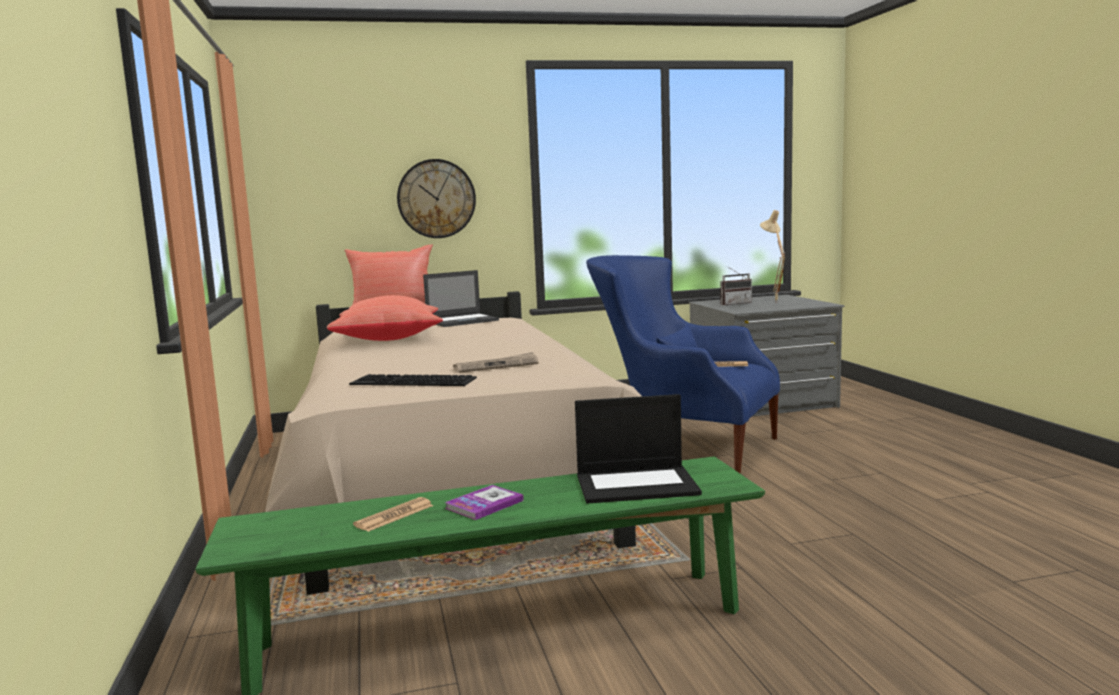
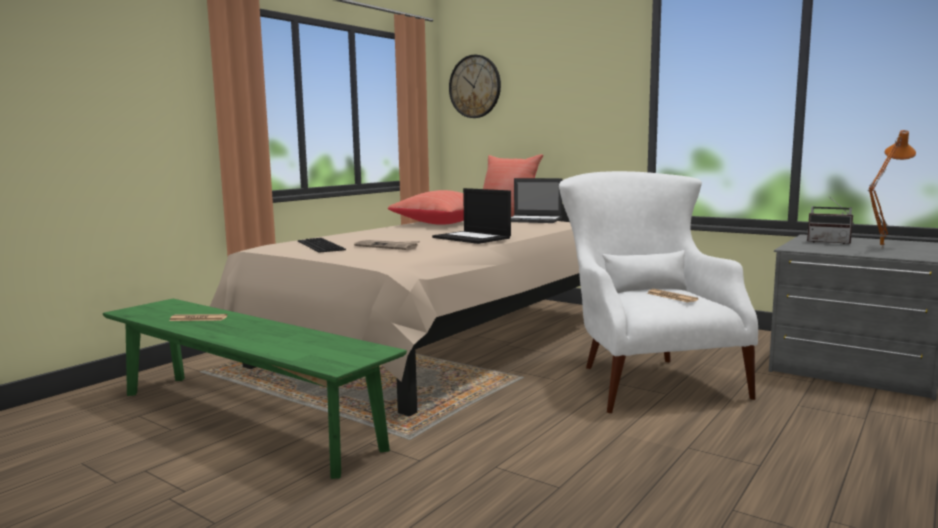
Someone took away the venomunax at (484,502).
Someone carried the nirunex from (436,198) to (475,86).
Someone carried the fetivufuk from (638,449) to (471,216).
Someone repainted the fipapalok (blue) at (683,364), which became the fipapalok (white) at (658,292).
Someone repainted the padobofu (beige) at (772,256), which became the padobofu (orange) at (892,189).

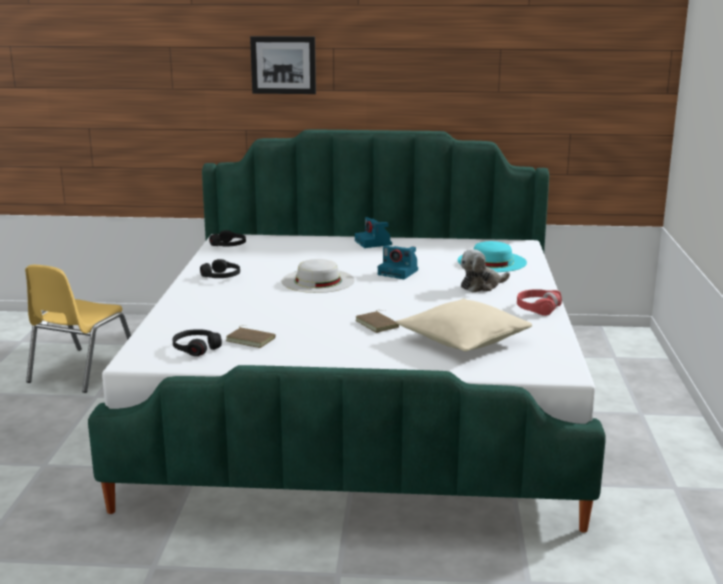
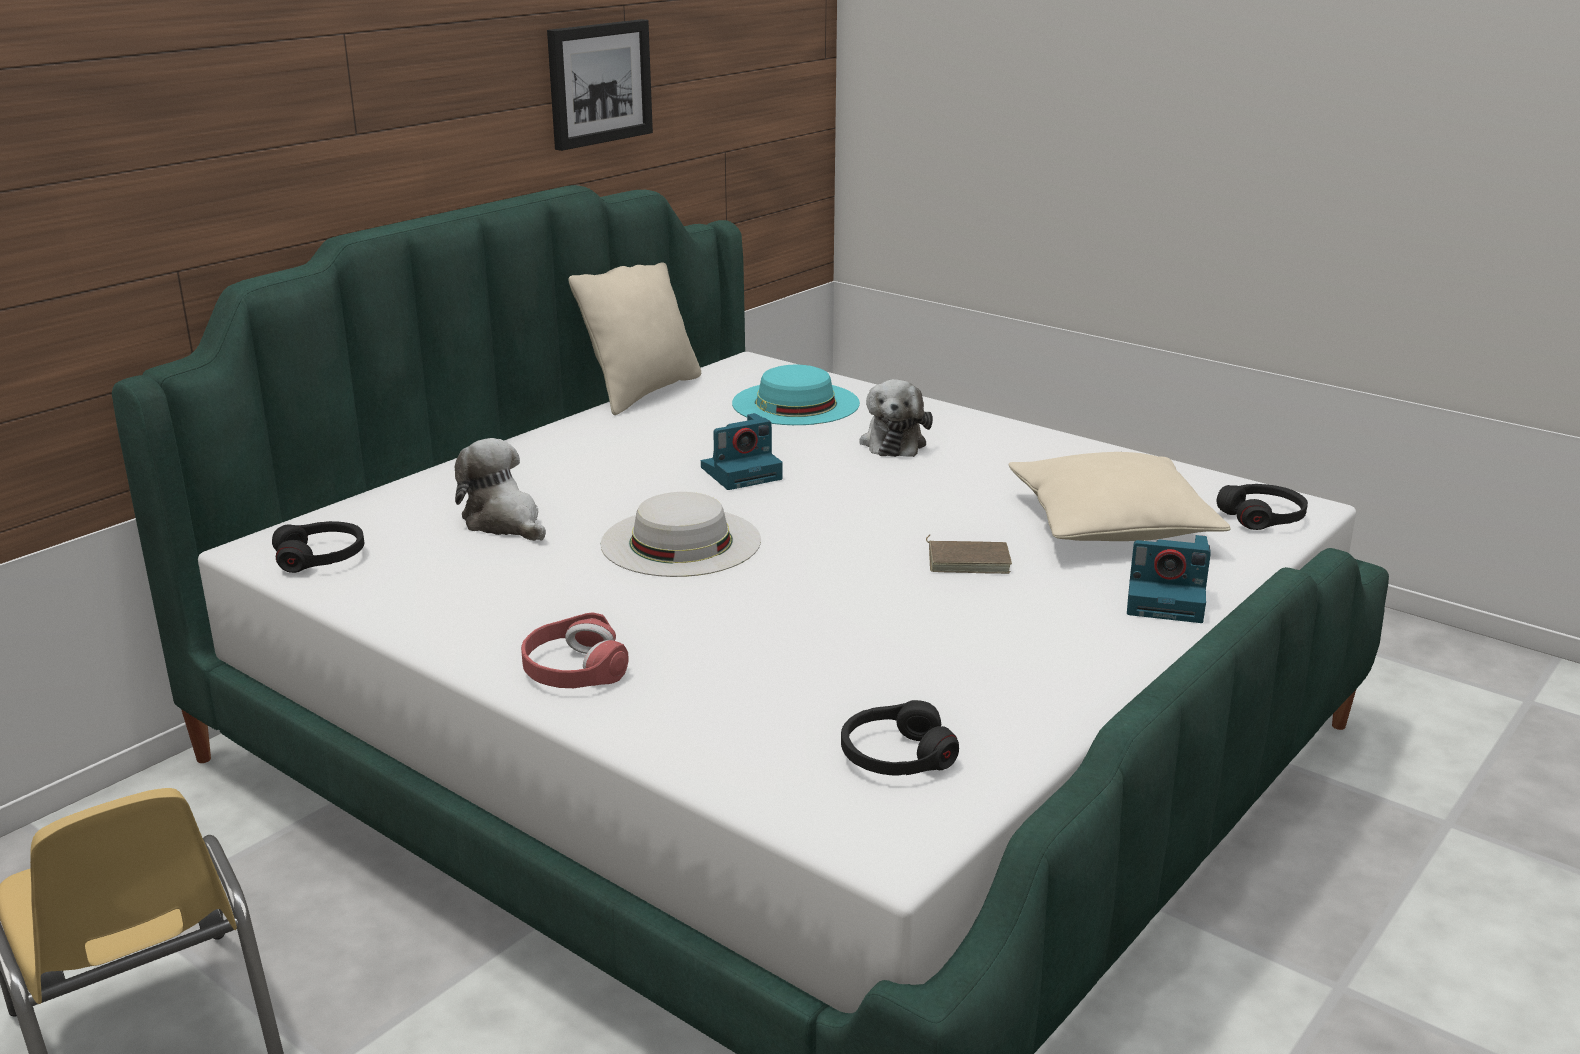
Someone took away the venomunax (brown) at (251,336).
Someone put down the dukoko at (500,489).
Someone put down the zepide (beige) at (634,338).
Someone carried the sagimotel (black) from (220,268) to (1262,507).
Someone carried the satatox from (283,65) to (600,85).
Someone carried the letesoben from (373,232) to (1169,579).
Someone carried the sagimotel (red) from (539,302) to (575,650).

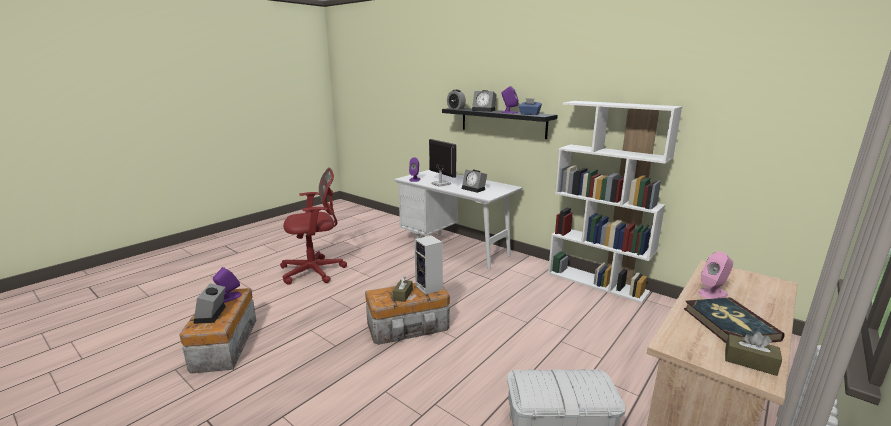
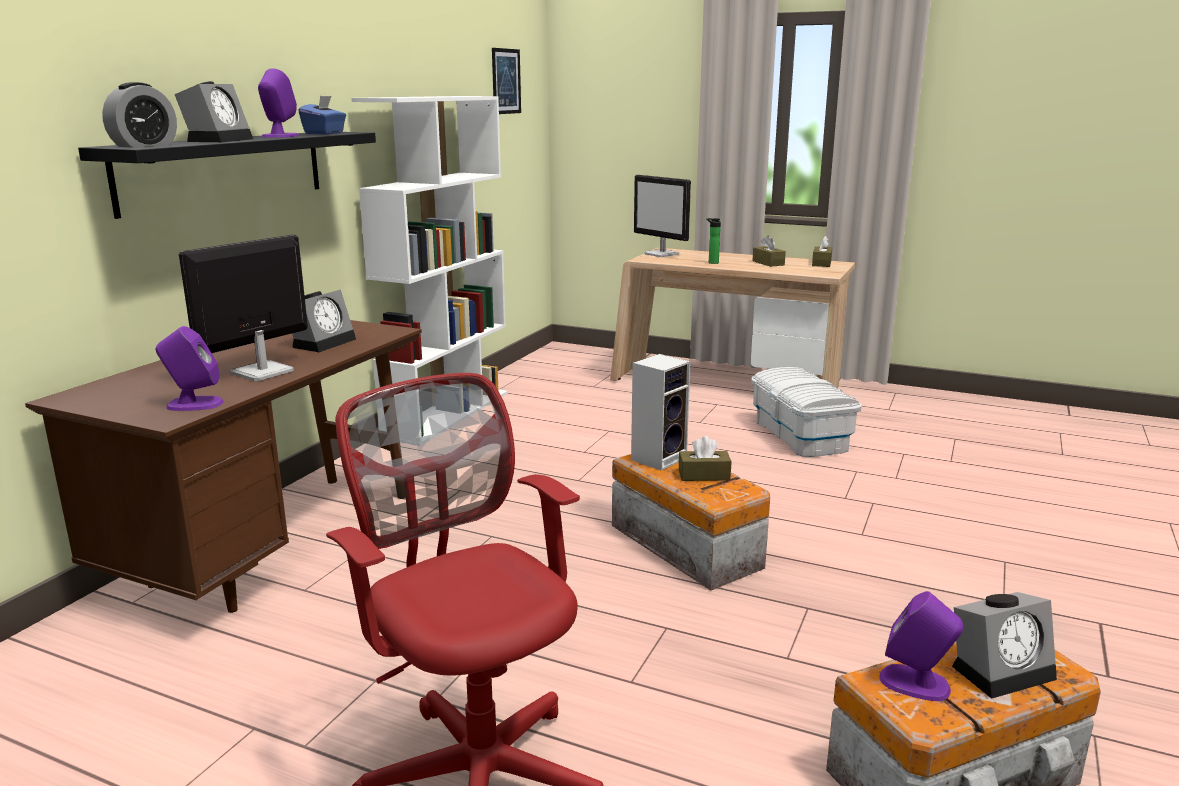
Someone put up the satatox at (506,81).
Someone put down the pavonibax at (662,216).
Someone swapped the venomunax at (734,320) for the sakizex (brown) at (769,251).
Someone swapped the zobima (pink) at (715,275) for the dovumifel at (714,241).
Someone repainted the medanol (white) at (458,219), which became the medanol (brown) at (223,466).

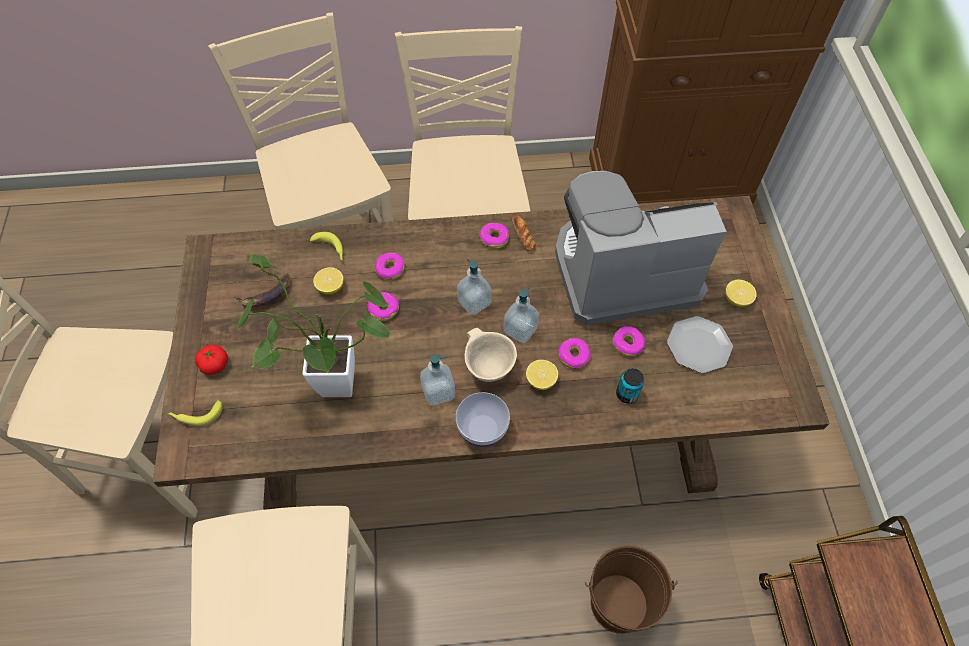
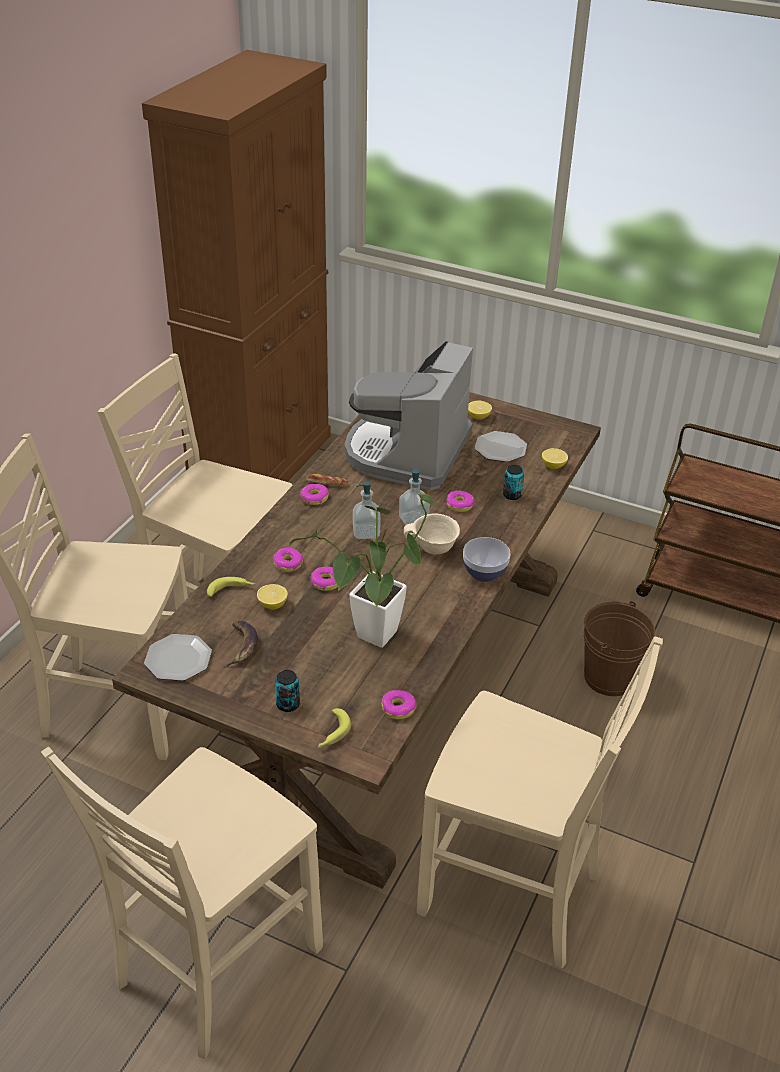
Someone took away the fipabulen at (437,380).
Someone put down the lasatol at (178,657).
Someone carried the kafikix from (542,375) to (555,458).
Someone carried the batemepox from (629,341) to (398,704).
Someone swapped the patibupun at (211,360) for the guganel at (287,691).

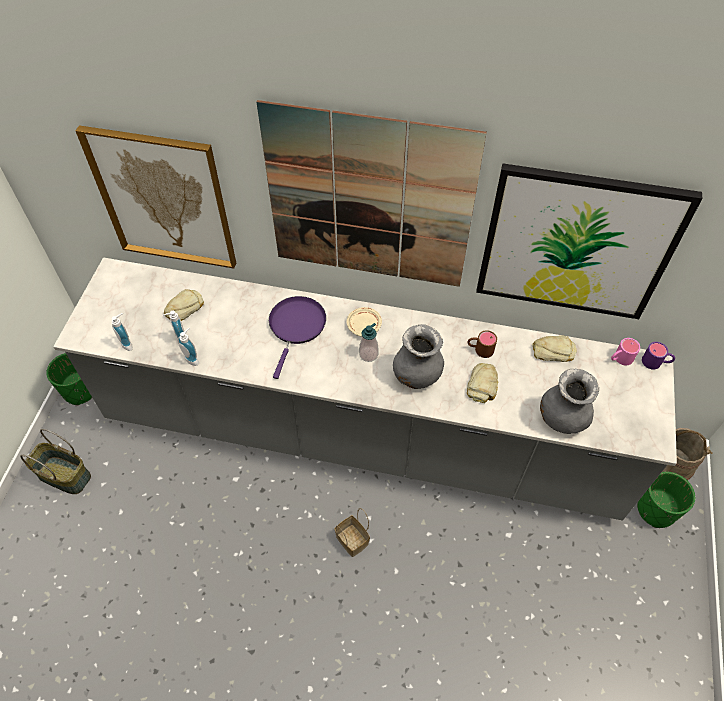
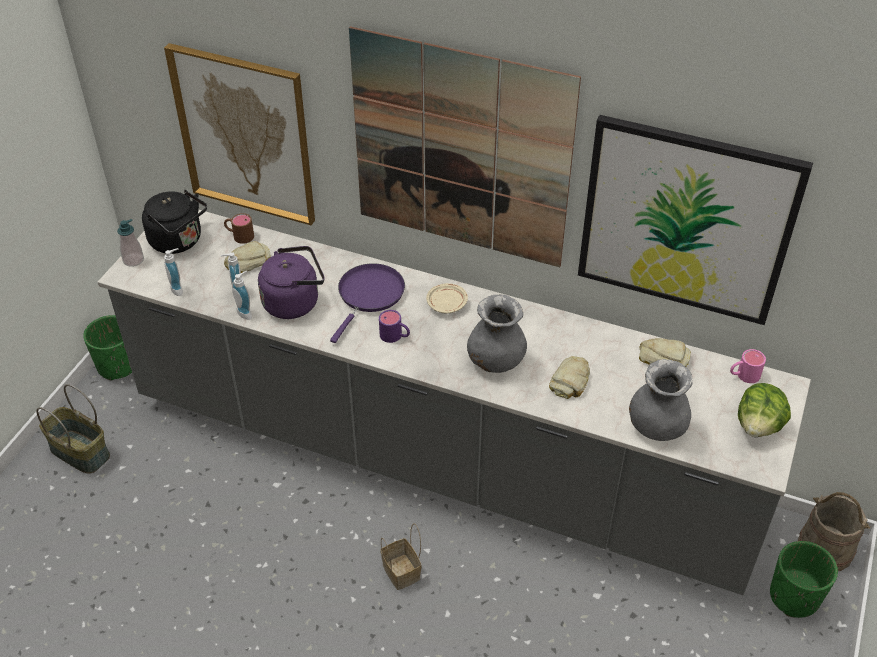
Someone put down the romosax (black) at (174,222).
Someone put down the romosax (purple) at (291,282).
Someone put down the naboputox at (764,410).
Someone carried the fipabulen from (369,342) to (130,243).
Someone carried the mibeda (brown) from (482,344) to (239,228).
Someone carried the mibeda (purple) from (658,355) to (394,326).

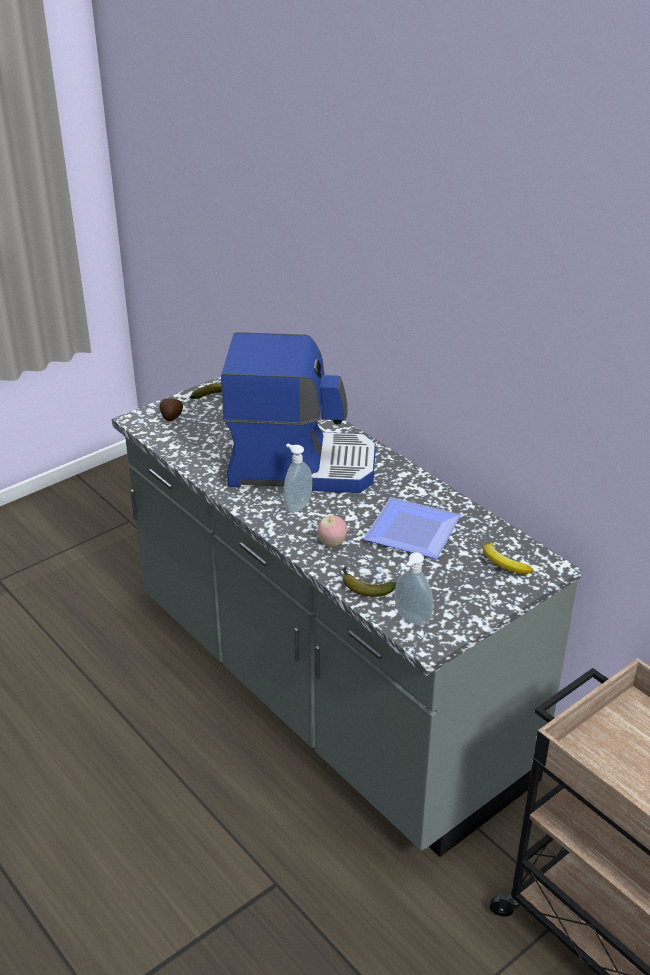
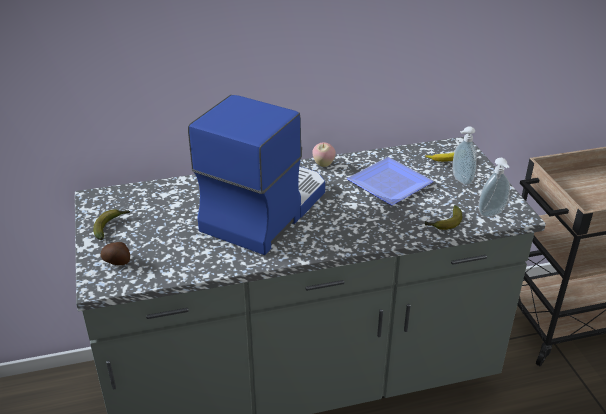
Someone carried the fipabulen from (298,478) to (465,155).
Someone carried the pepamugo from (332,531) to (324,154).

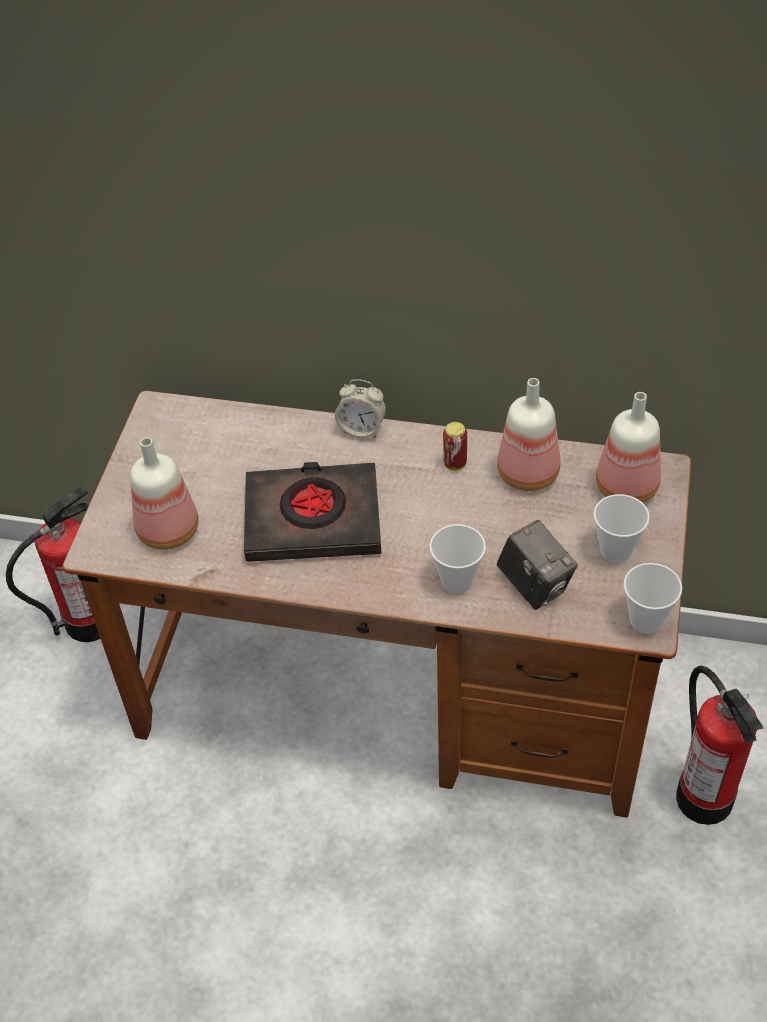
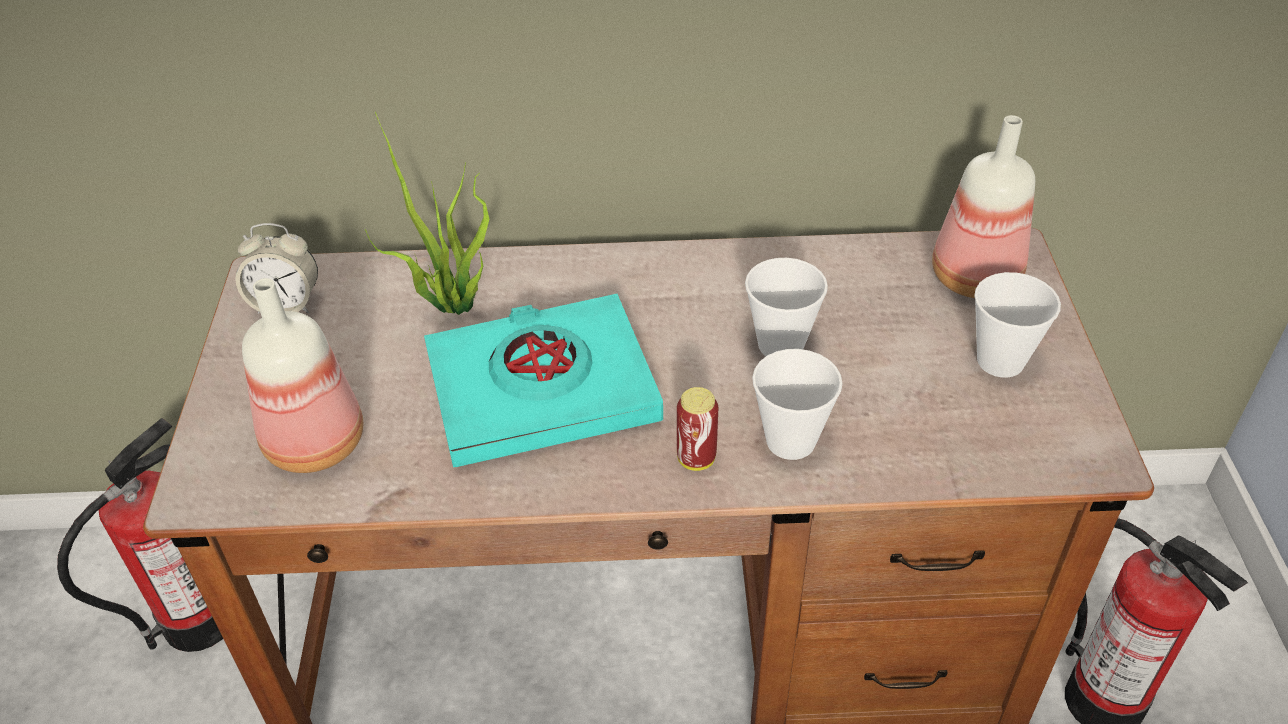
Someone took away the dovumifel at (528,434).
Someone took away the letesoben at (537,565).
Someone put down the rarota at (427,213).
Someone carried the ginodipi from (360,409) to (276,268).
Someone carried the guganel from (455,446) to (697,429).
Someone carried the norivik from (653,598) to (786,307).
Someone repainted the venomunax (black) at (312,512), which became the venomunax (turquoise) at (543,380).

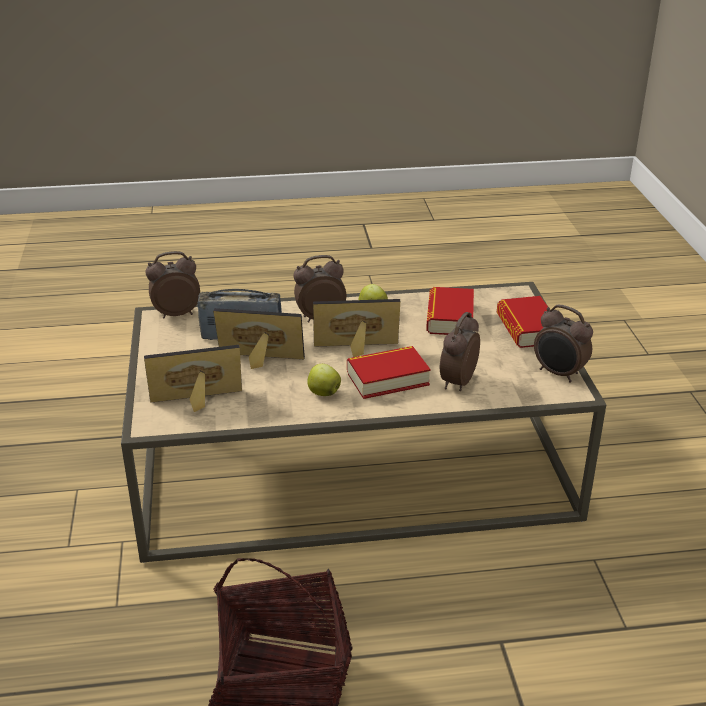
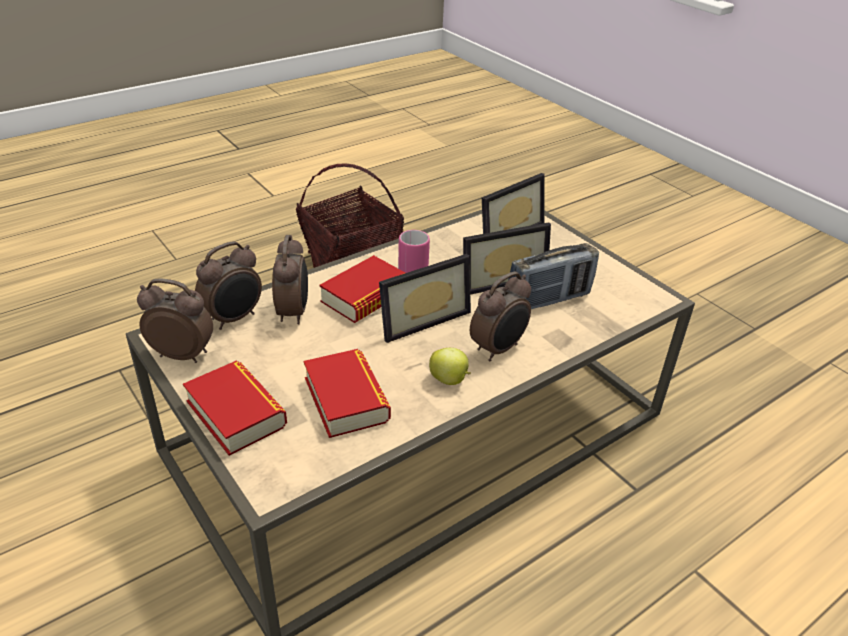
Someone carried the ginodipi from (172,285) to (228,285).
Someone swapped the pepamugo at (324,380) for the mibeda (pink) at (414,251).

